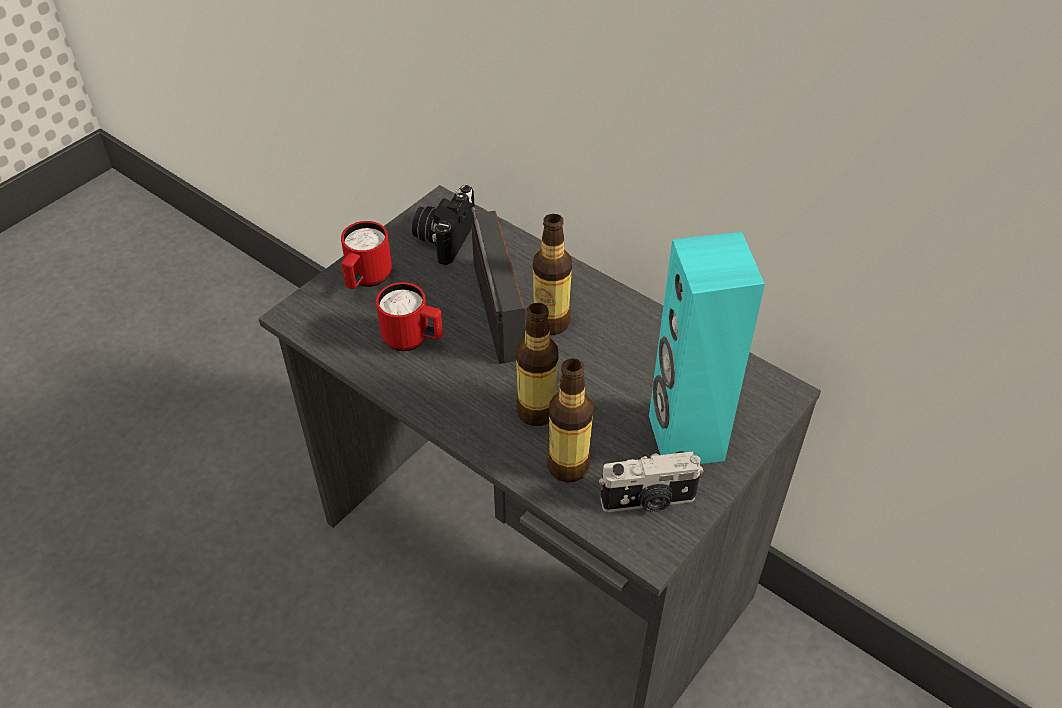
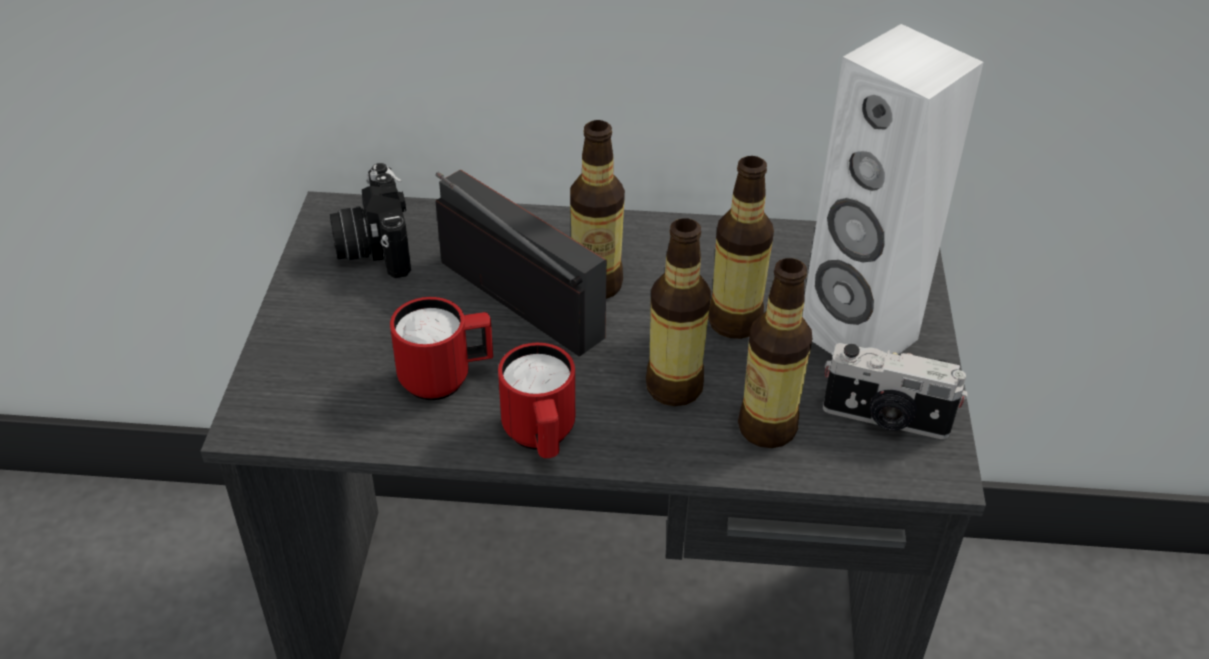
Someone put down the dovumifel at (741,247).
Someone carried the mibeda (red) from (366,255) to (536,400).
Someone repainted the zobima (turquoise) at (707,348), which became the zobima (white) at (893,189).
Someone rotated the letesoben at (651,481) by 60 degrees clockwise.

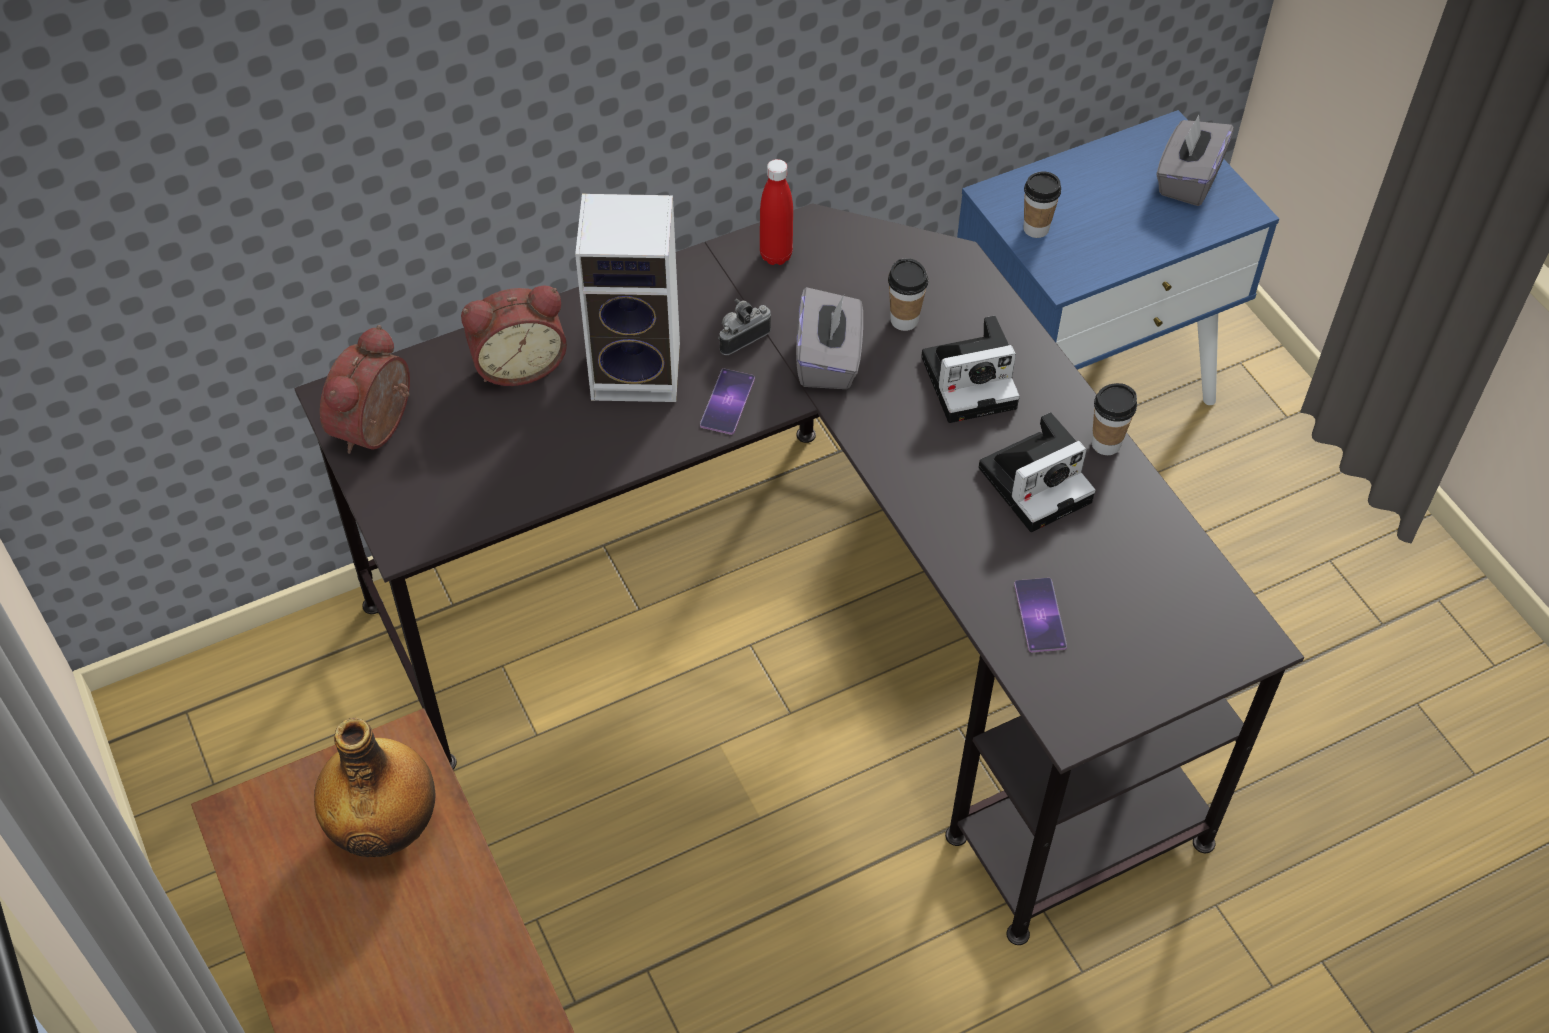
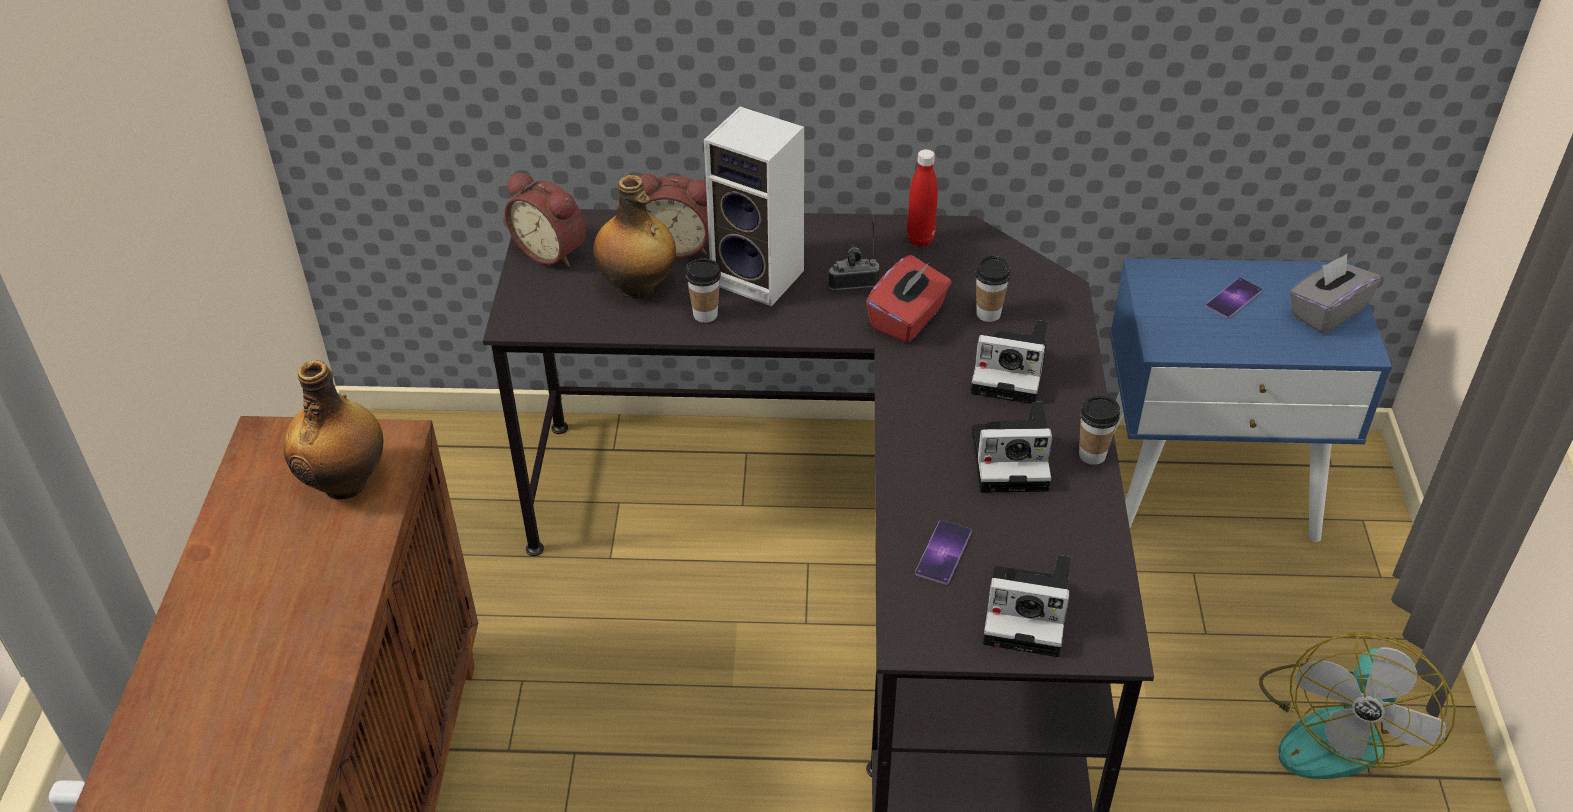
Someone put down the dovumifel at (634,237).
Someone put down the letesoben at (1026,606).
Someone put down the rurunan at (1357,706).
Someone carried the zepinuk from (727,402) to (1233,297).
Someone carried the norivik from (1042,205) to (703,291).
Someone repainted the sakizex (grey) at (829,338), which became the sakizex (red) at (909,299).
Someone rotated the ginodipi at (365,389) by 105 degrees counterclockwise.

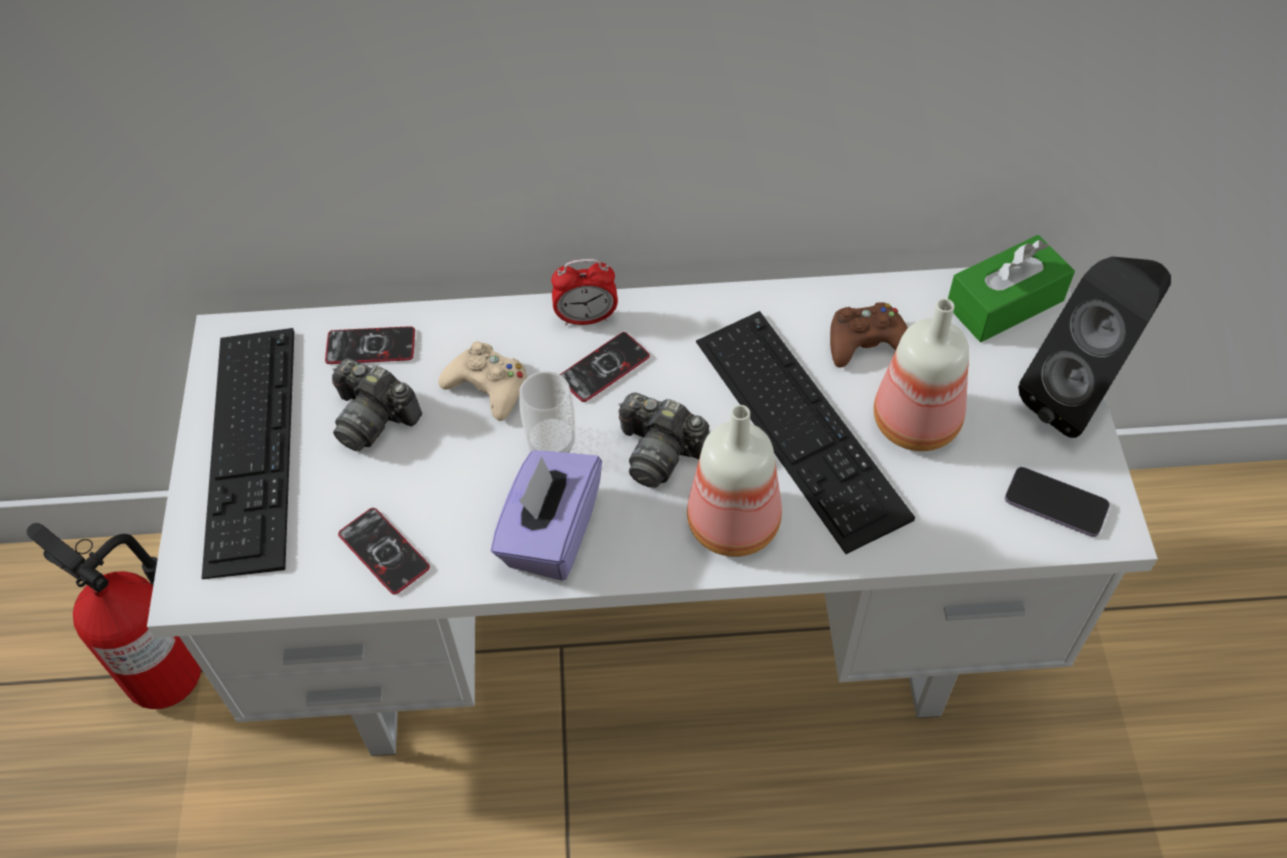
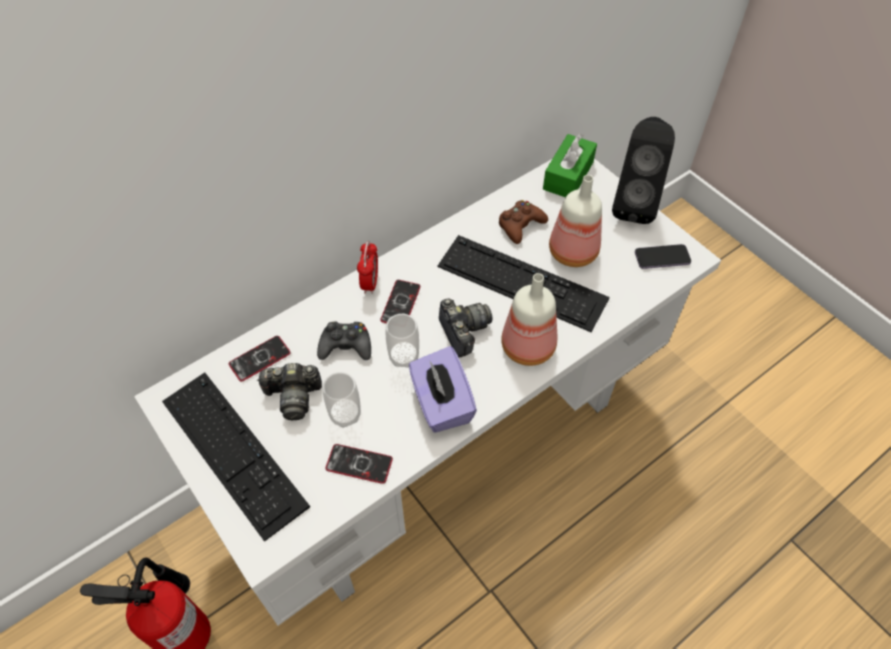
Someone put down the norivik at (341,399).
Someone repainted the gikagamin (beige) at (482,381), which became the gikagamin (black) at (344,341).
Someone rotated the ginodipi at (584,292) by 45 degrees counterclockwise.
Someone rotated the letesoben at (663,440) by 105 degrees counterclockwise.

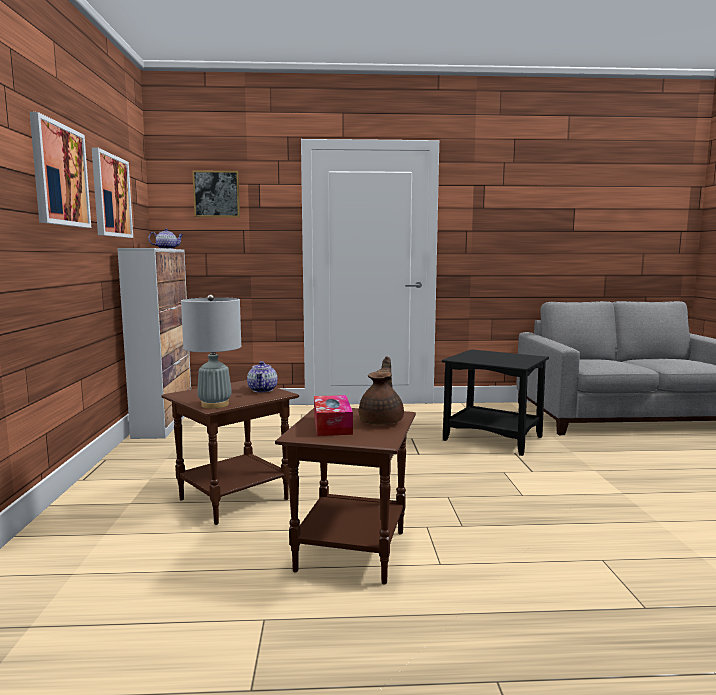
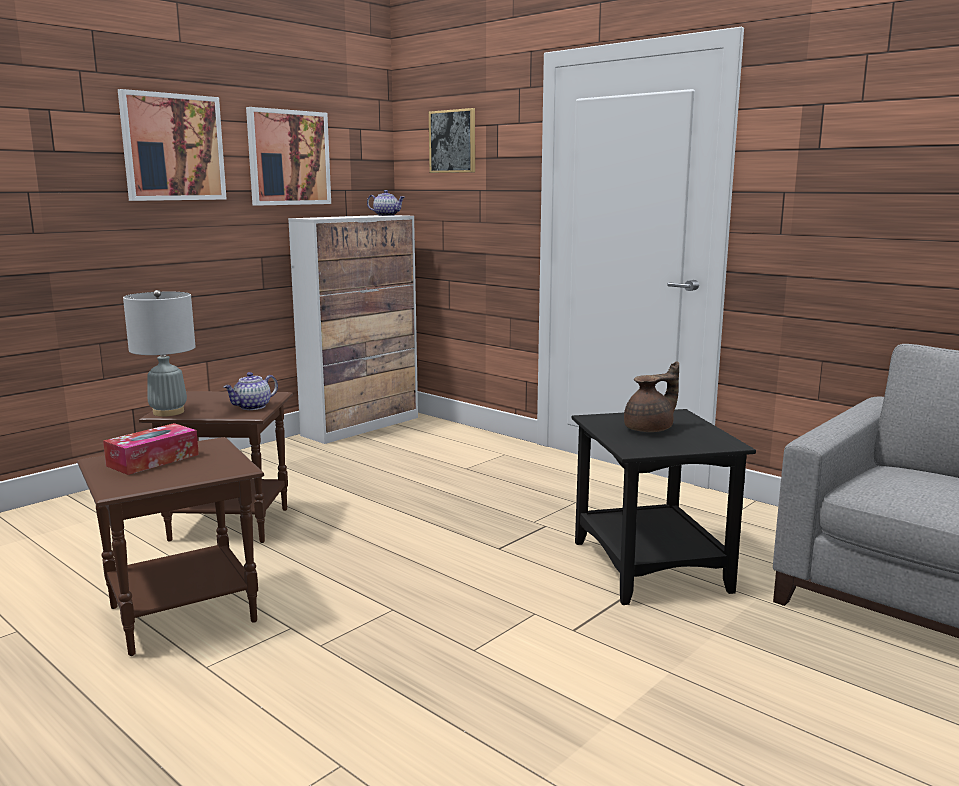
Someone carried the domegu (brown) from (381,390) to (651,396).

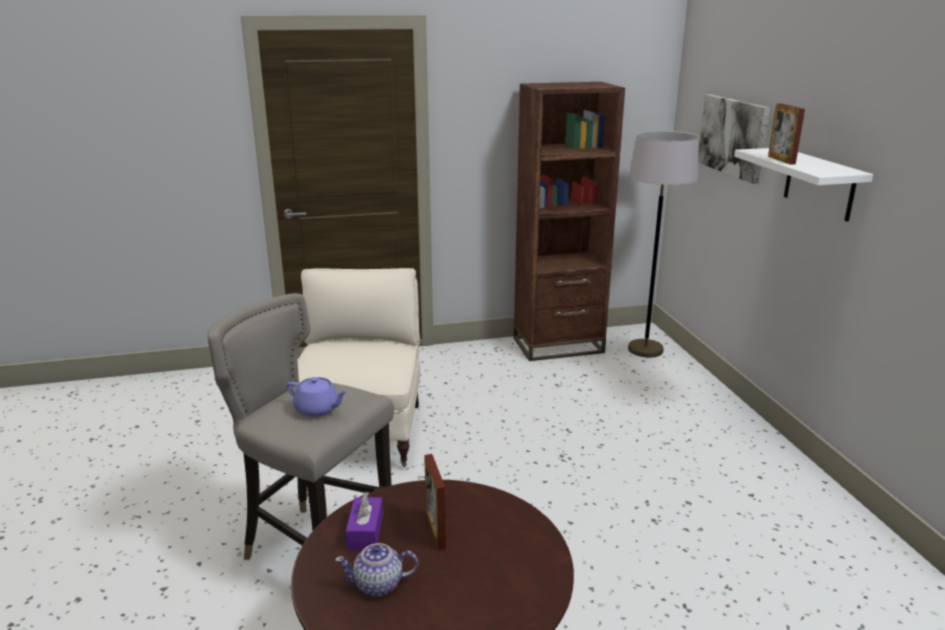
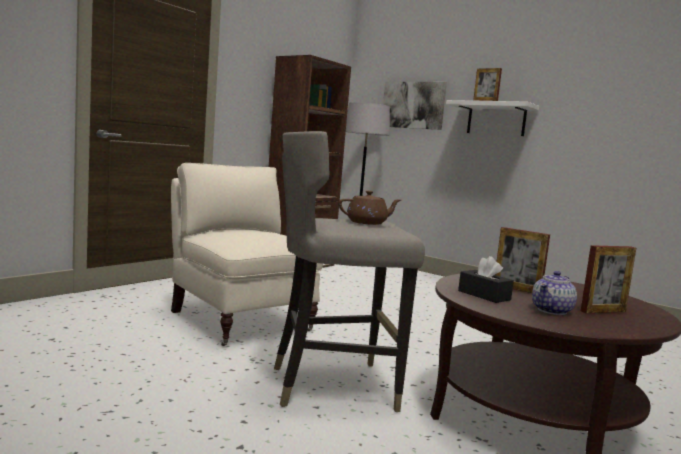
Someone put down the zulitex at (608,279).
Someone repainted the domegu (purple) at (317,397), which became the domegu (brown) at (369,208).
Someone repainted the sakizex (purple) at (364,521), which became the sakizex (black) at (486,279).

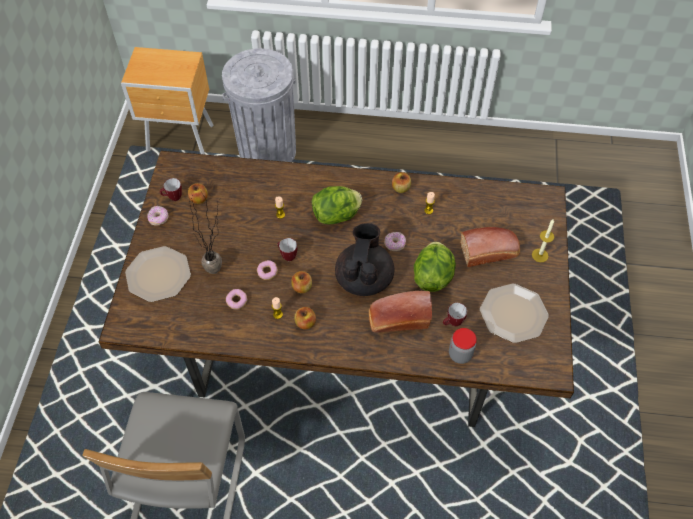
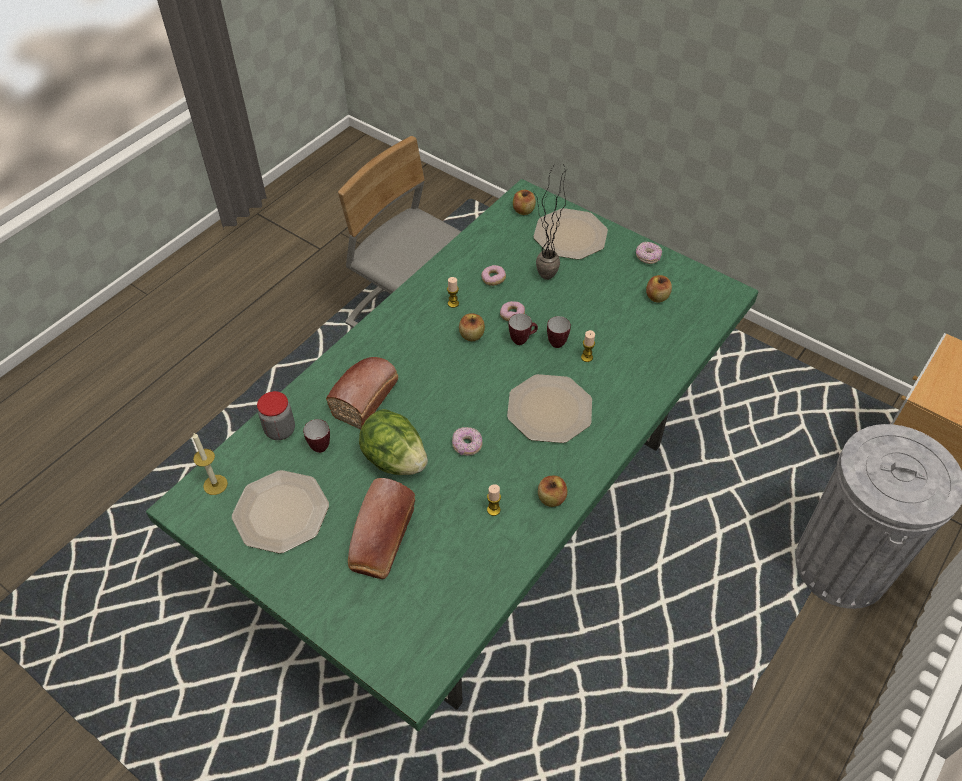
Someone took away the domegu (black) at (364,259).
Someone carried the mibeda from (171,189) to (559,332).
Someone carried the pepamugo from (305,318) to (524,202).
Someone carried the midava from (543,240) to (210,463).
Someone swapped the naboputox at (337,205) for the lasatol at (549,408).
Someone repainted the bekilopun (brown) at (336,289), which became the bekilopun (green) at (452,455).

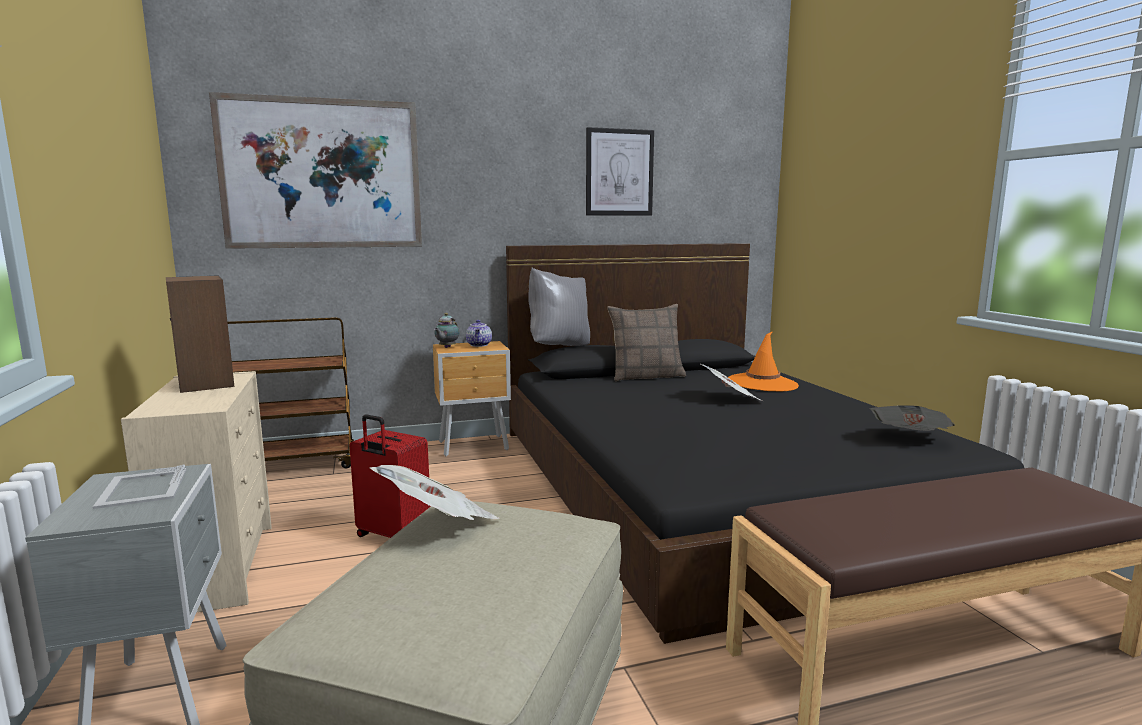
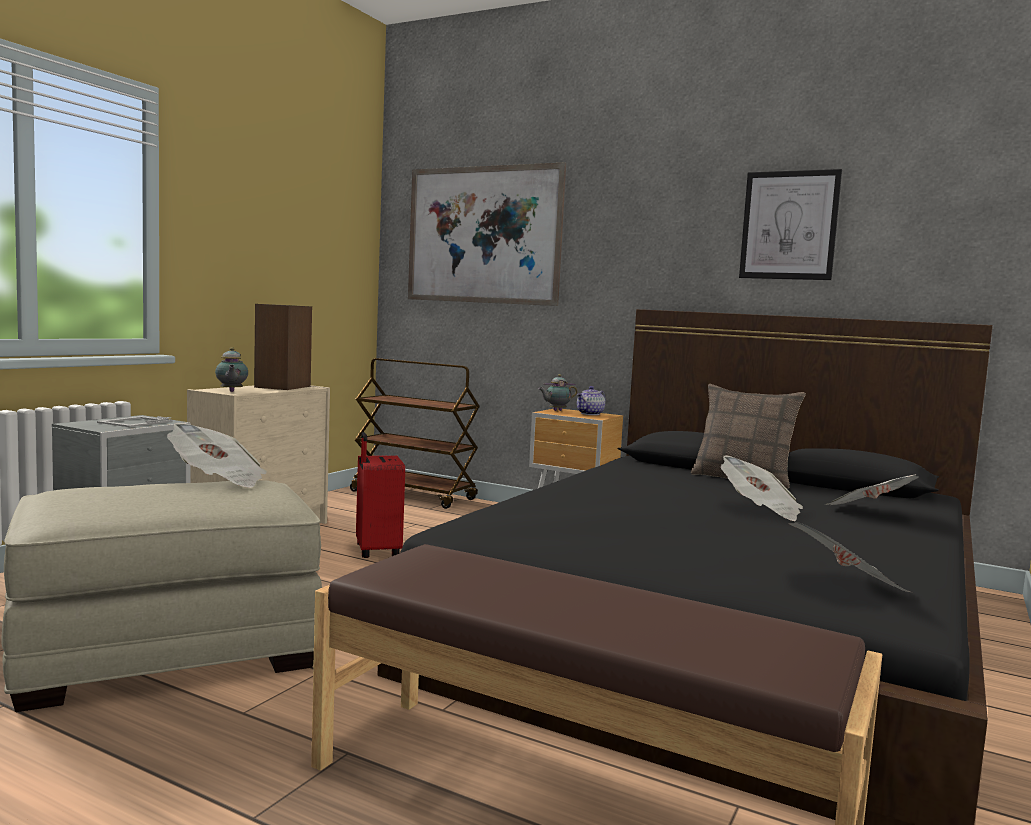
Someone took away the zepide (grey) at (559,307).
Someone put down the domegu at (231,369).
Someone swapped the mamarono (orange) at (763,361) for the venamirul at (871,489).

